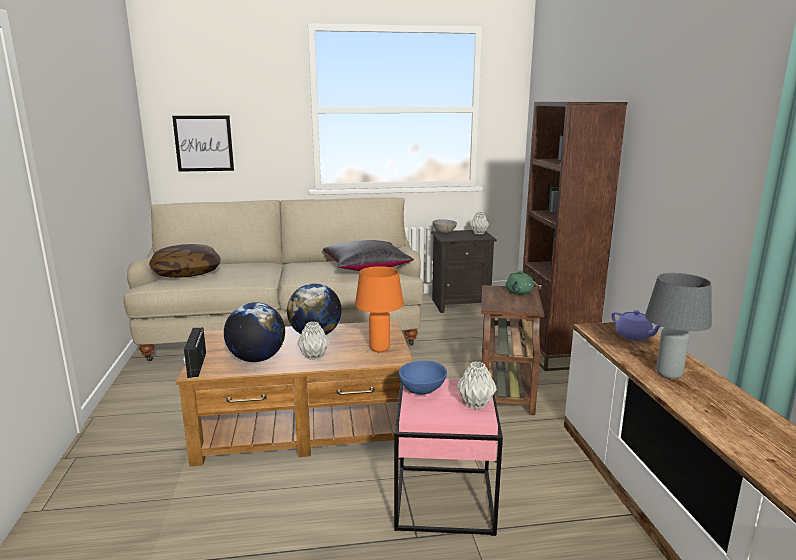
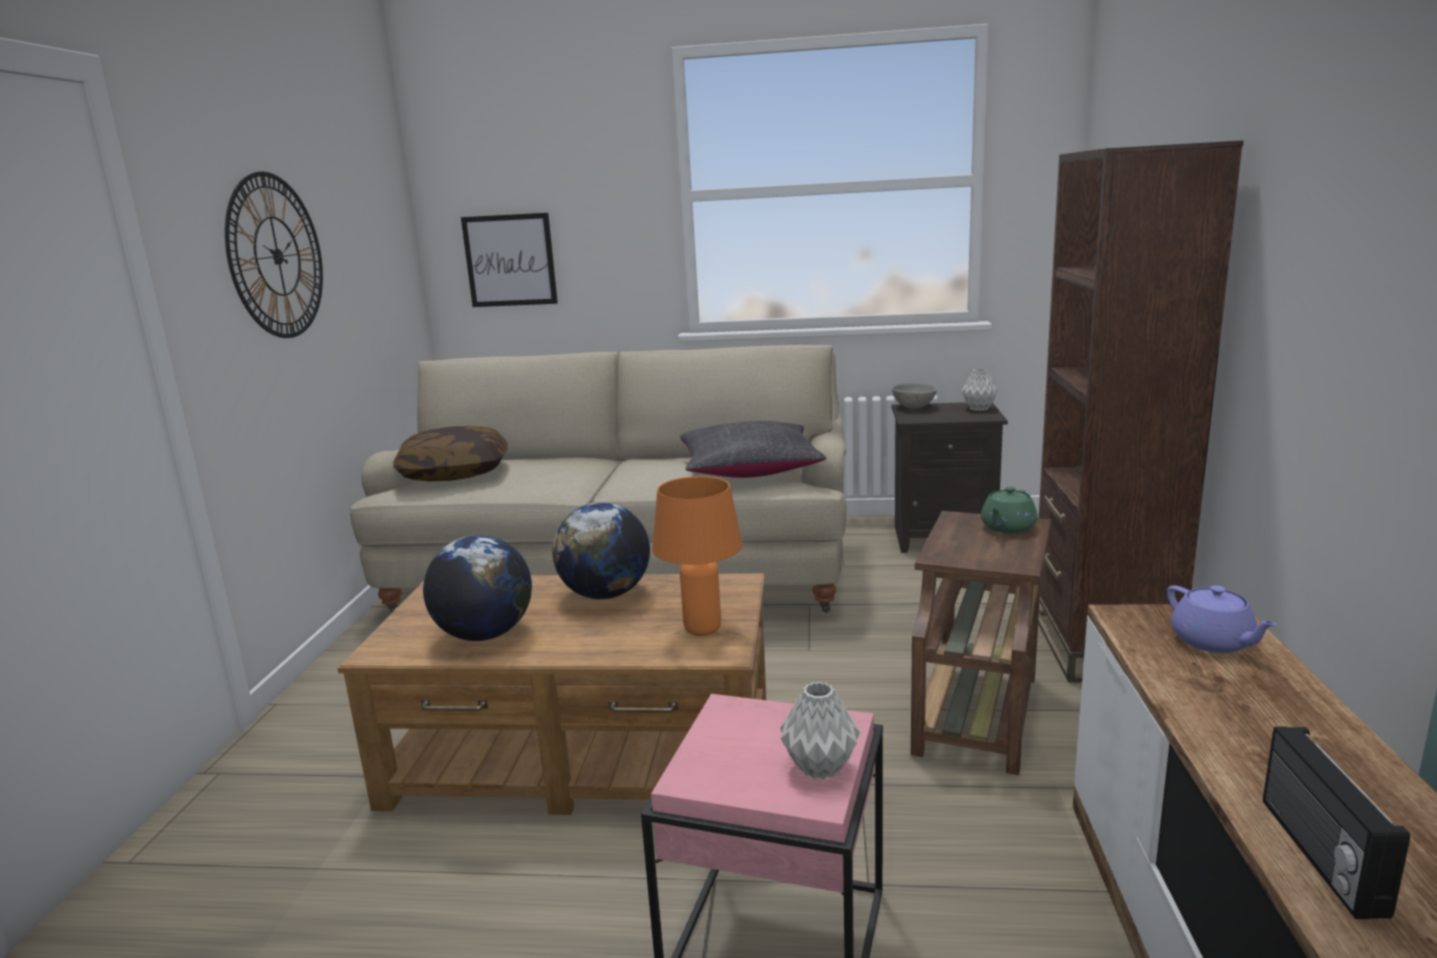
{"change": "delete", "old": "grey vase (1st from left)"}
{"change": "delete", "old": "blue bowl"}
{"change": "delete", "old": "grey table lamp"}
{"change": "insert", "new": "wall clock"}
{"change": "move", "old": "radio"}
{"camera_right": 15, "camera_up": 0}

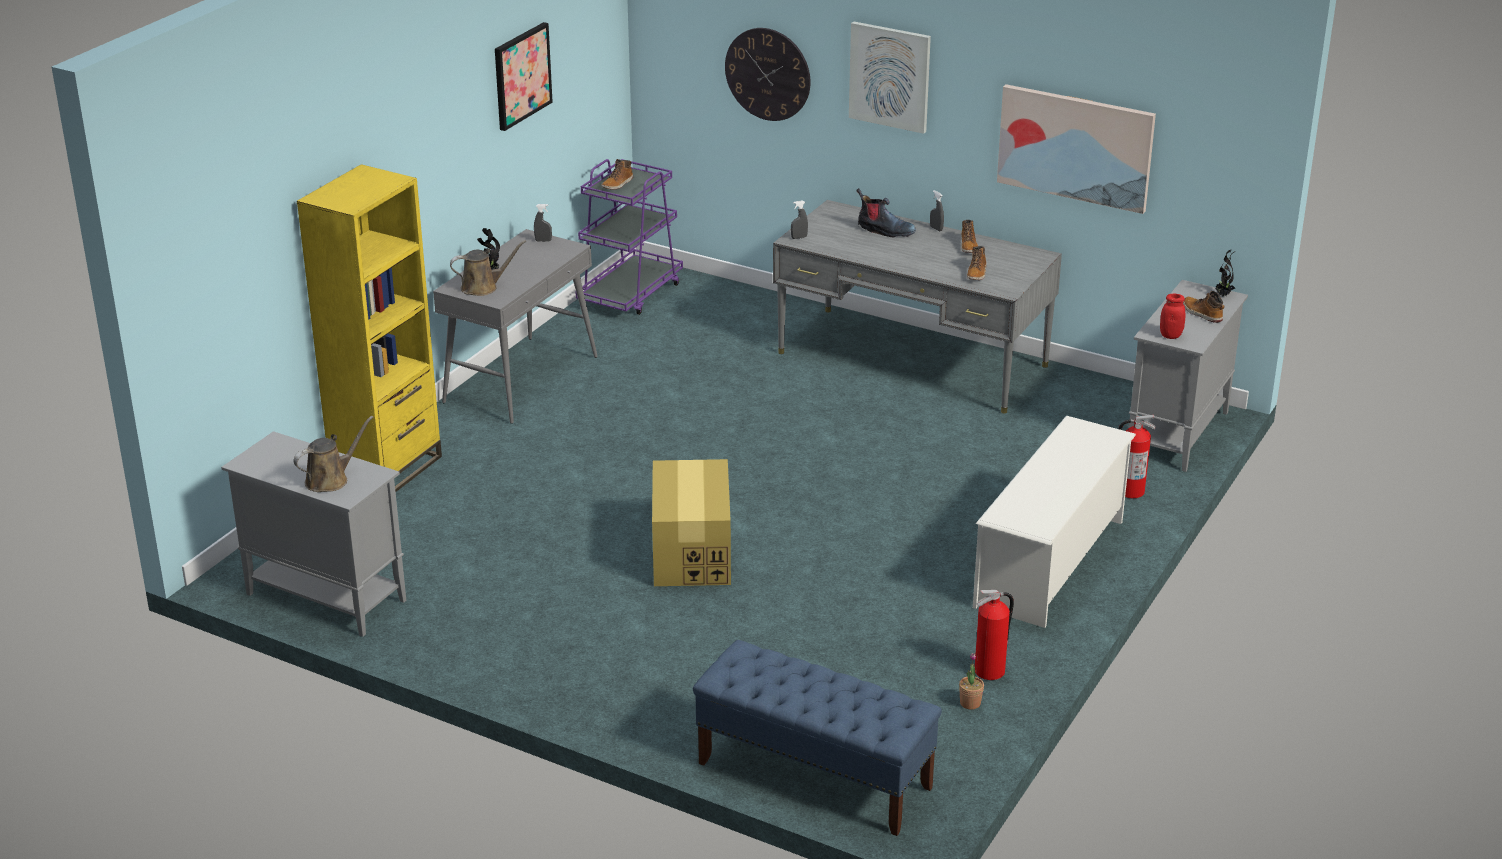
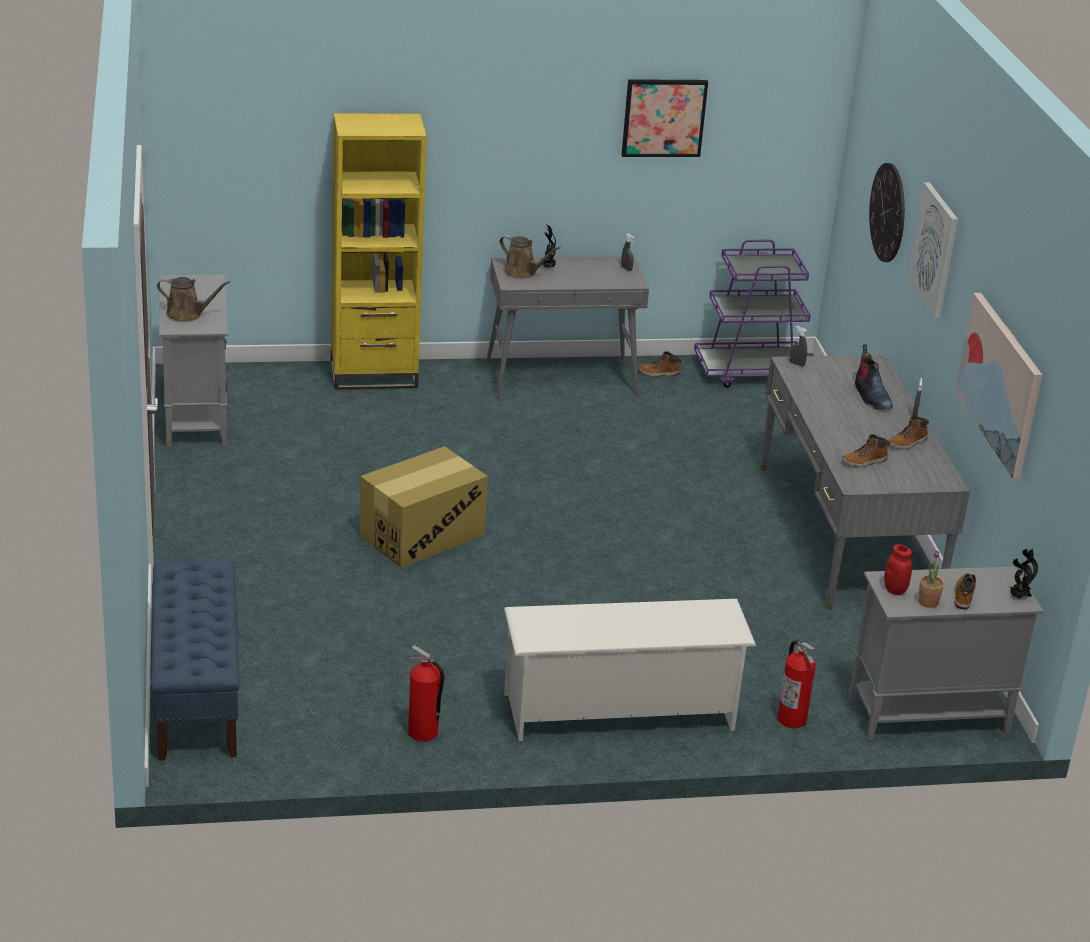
{"change": "move", "old": "boot (1st from left)"}
{"change": "move", "old": "potted plant (2nd from left)"}
{"camera_right": 50, "camera_up": 0}

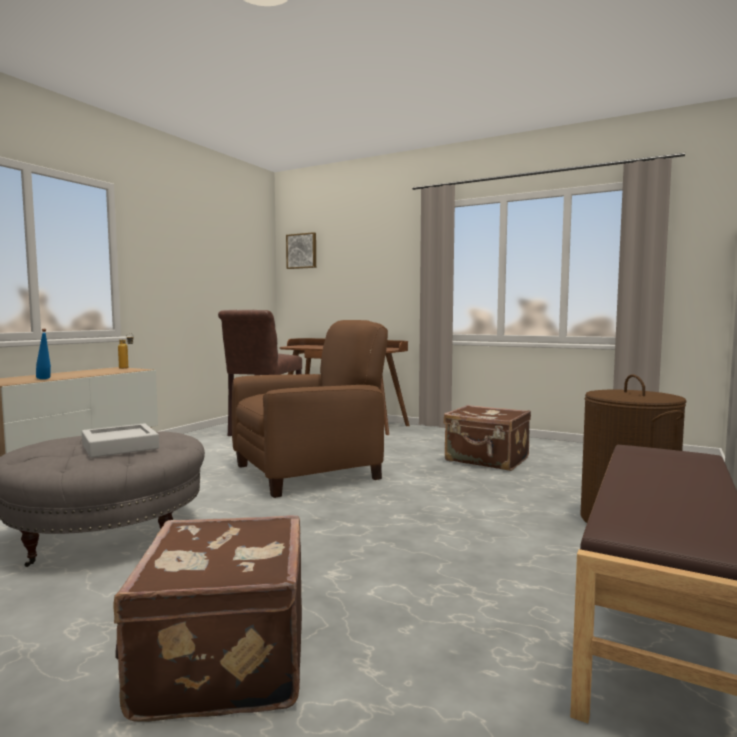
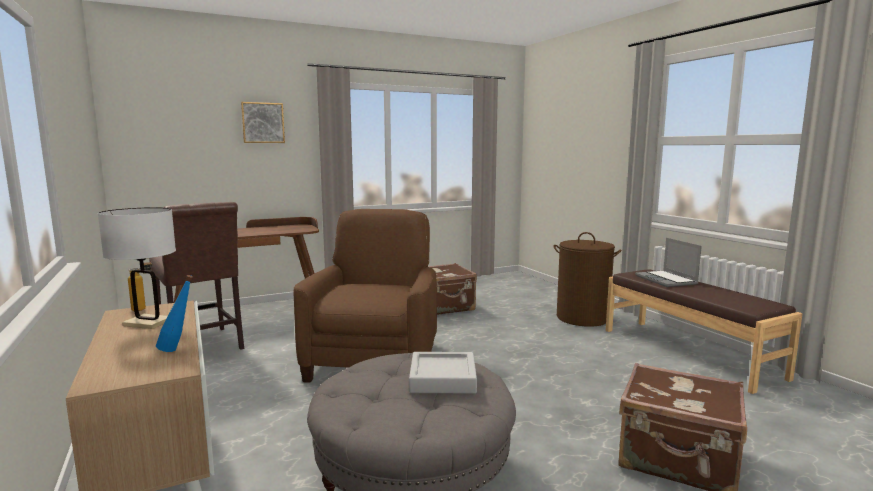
{"change": "insert", "new": "white table lamp"}
{"change": "insert", "new": "laptop"}
{"change": "move", "old": "picture"}
{"camera_right": -55, "camera_up": 5}

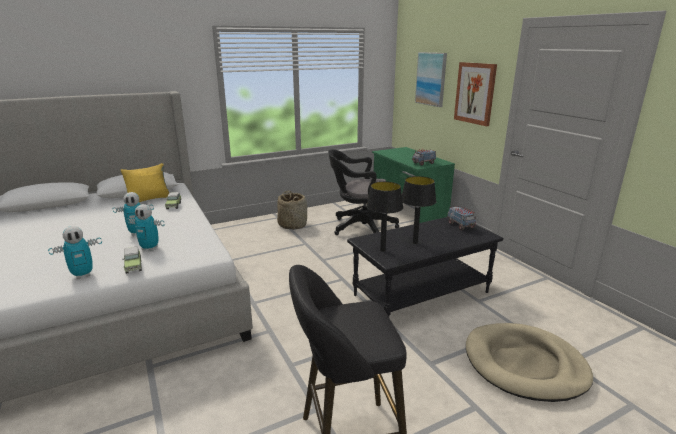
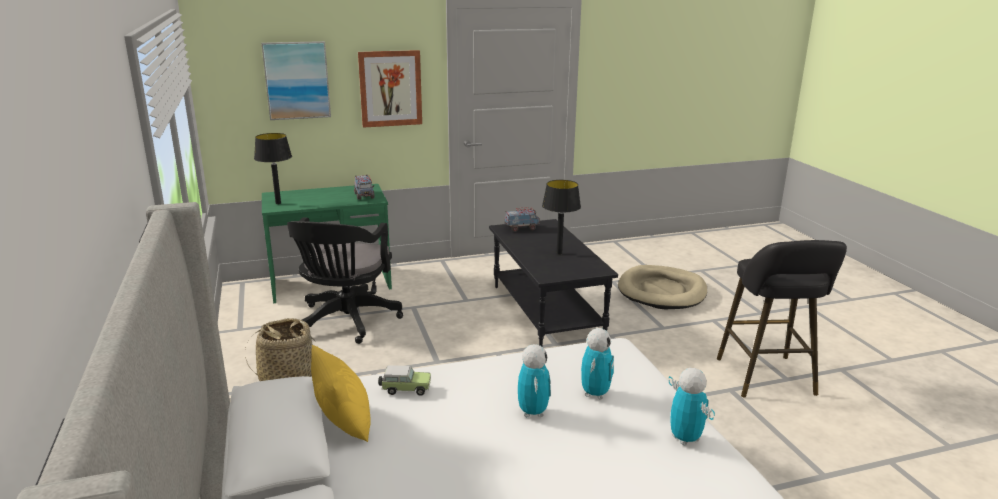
{"change": "delete", "old": "toy car (1st from left)"}
{"change": "move", "old": "black table lamp (1st from left)"}
{"camera_right": -80, "camera_up": 0}

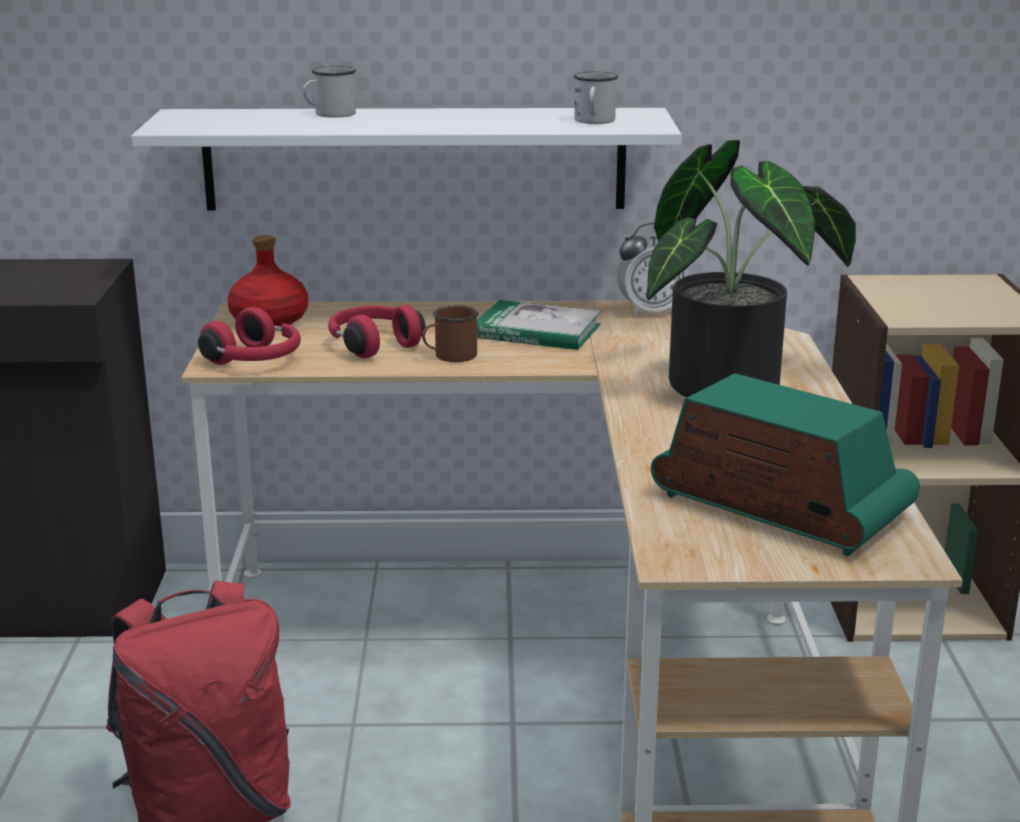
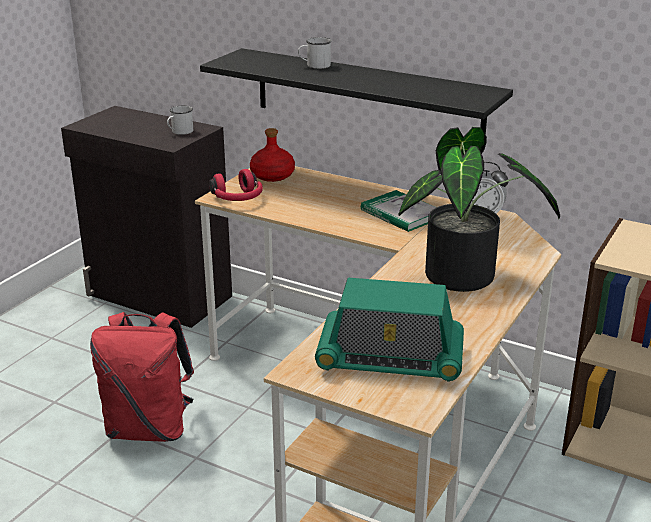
{"change": "delete", "old": "red headphones (2nd from left)"}
{"change": "delete", "old": "brown mug"}
{"change": "move", "old": "white mug (2nd from left in the first image)", "new": "white mug (1st from left)"}
{"change": "recolor", "old": "white shelf", "new": "black shelf"}
{"change": "rotate", "old": "radio", "degrees": 120}
{"camera_right": 30, "camera_up": 5}

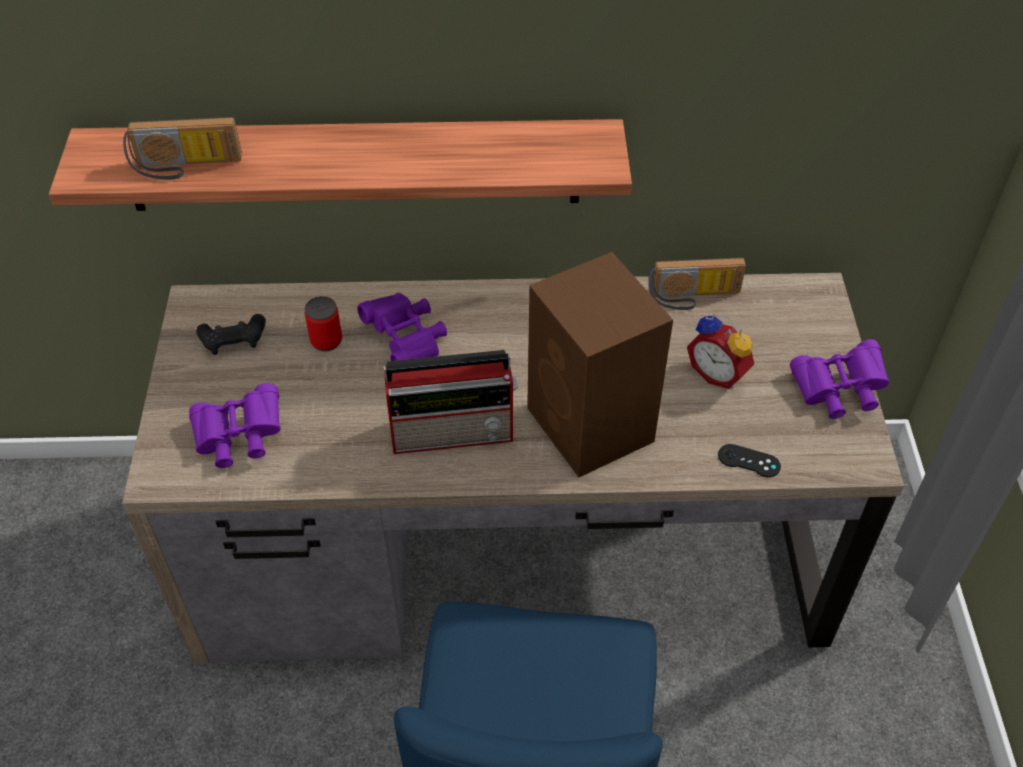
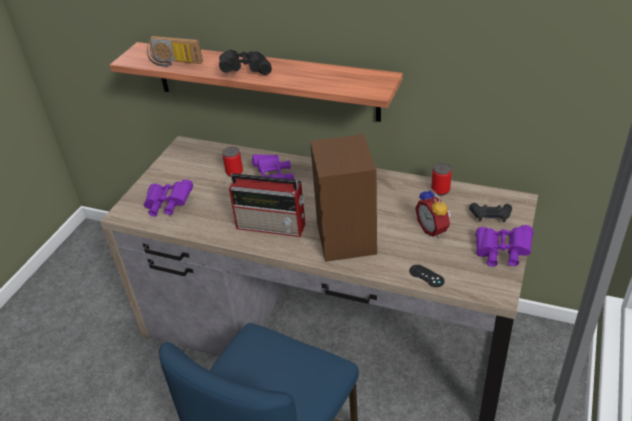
{"change": "insert", "new": "black binoculars"}
{"change": "move", "old": "black game controller (1st from left in the first image)", "new": "black game controller (2nd from left)"}
{"change": "replace", "old": "radio (3rd from left)", "new": "can (2nd from left)"}
{"camera_right": 25, "camera_up": -10}

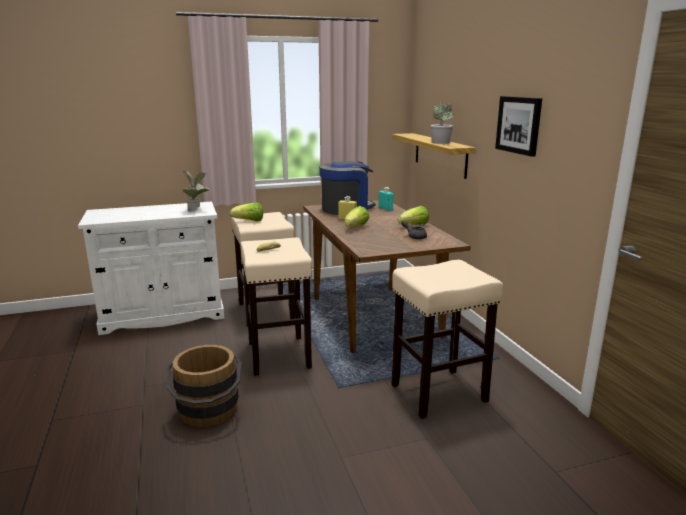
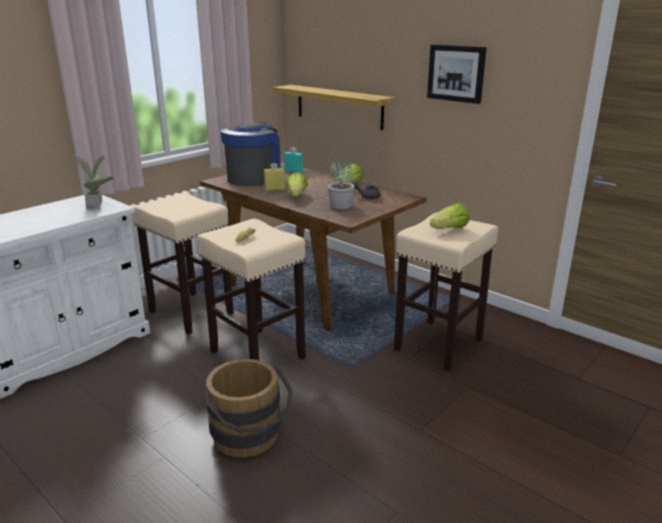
{"change": "move", "old": "lettuce (1st from left in the first image)", "new": "lettuce (3rd from left)"}
{"change": "move", "old": "potted plant (2nd from left)"}
{"camera_right": -30, "camera_up": 5}

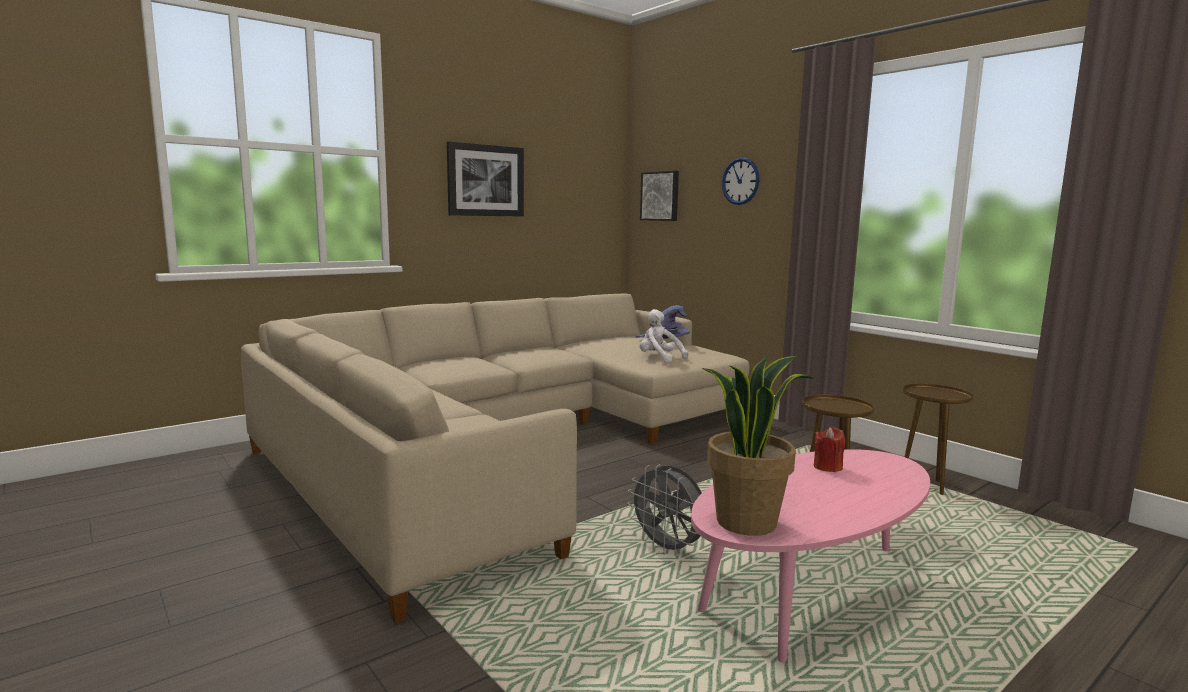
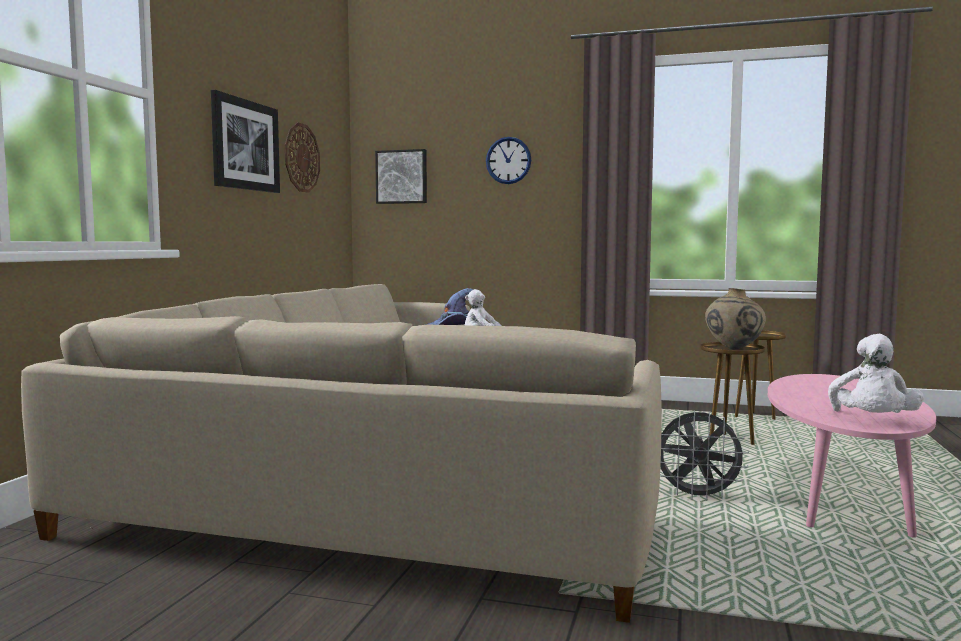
{"change": "delete", "old": "red candle"}
{"change": "insert", "new": "wall clock (1st from left)"}
{"change": "insert", "new": "beige vase"}
{"change": "replace", "old": "potted plant", "new": "white plush toy (2nd from left)"}
{"camera_right": -35, "camera_up": -5}

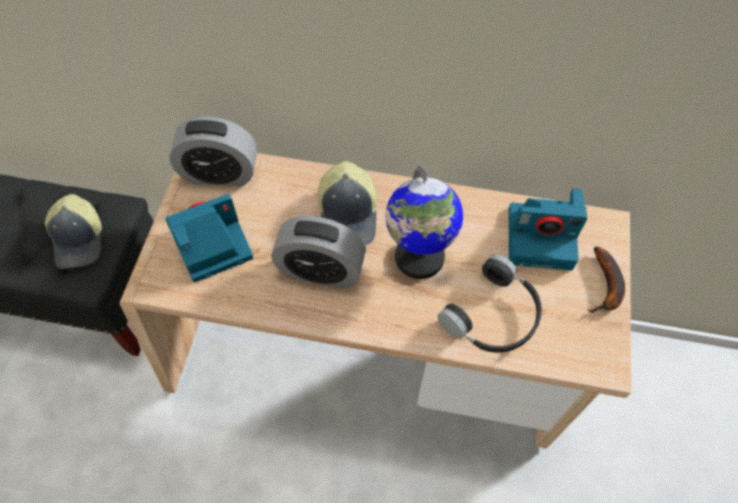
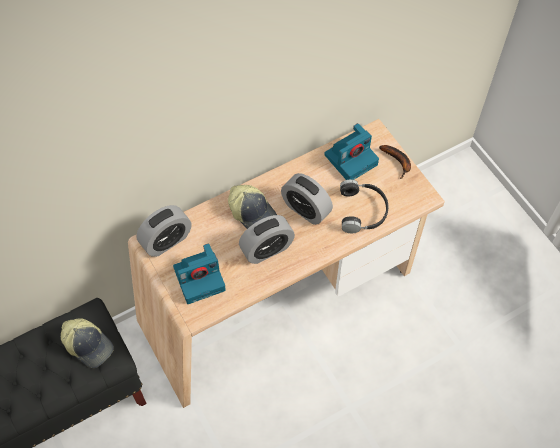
{"change": "replace", "old": "globe", "new": "alarm clock (3rd from left)"}
{"change": "rotate", "old": "photo camera (1st from left)", "degrees": -135}
{"camera_right": -40, "camera_up": 0}

